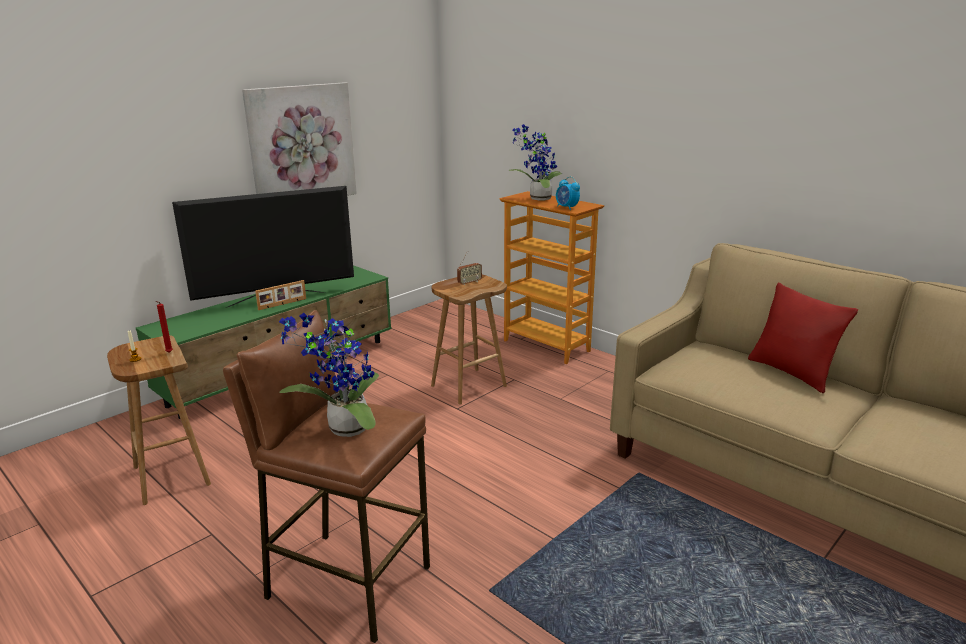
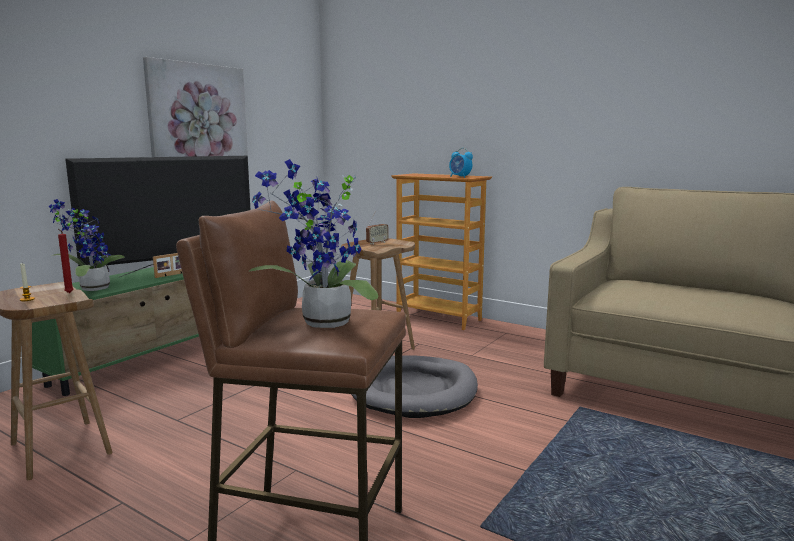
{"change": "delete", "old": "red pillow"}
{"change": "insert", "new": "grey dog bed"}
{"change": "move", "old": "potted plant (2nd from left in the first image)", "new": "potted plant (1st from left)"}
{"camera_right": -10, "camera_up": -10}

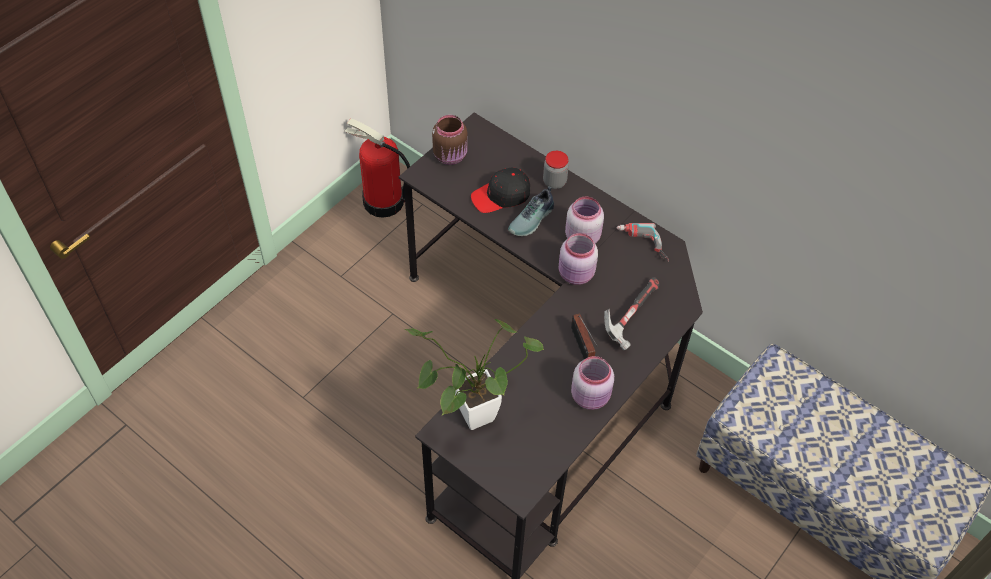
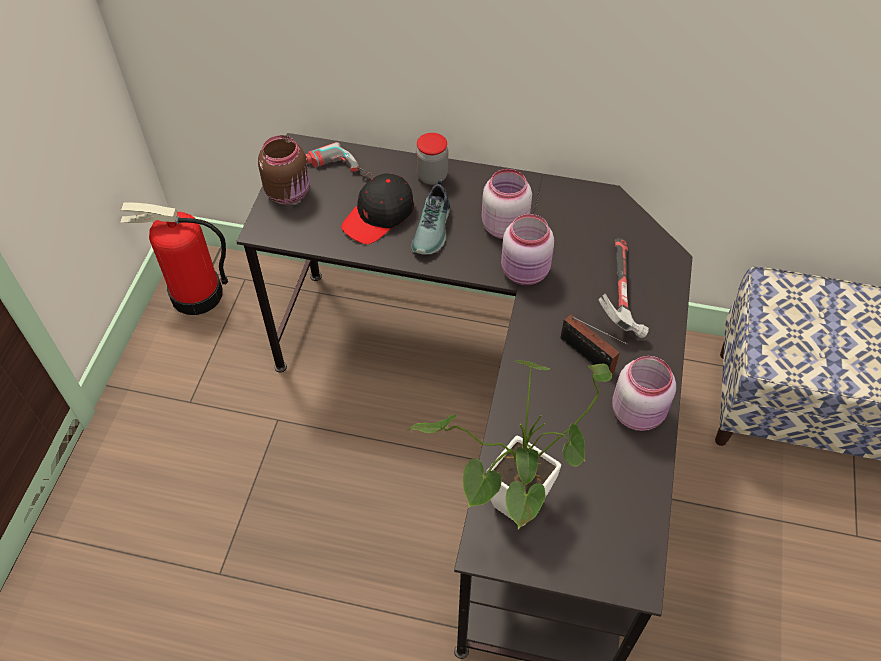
{"change": "move", "old": "power drill"}
{"camera_right": -25, "camera_up": 0}

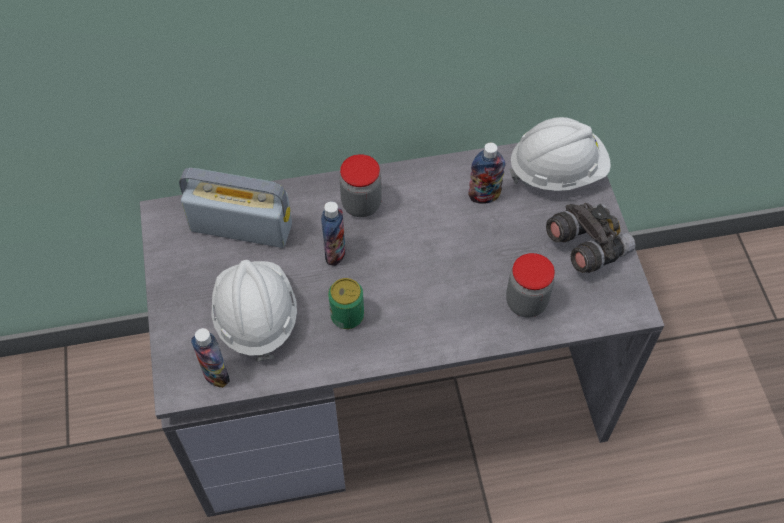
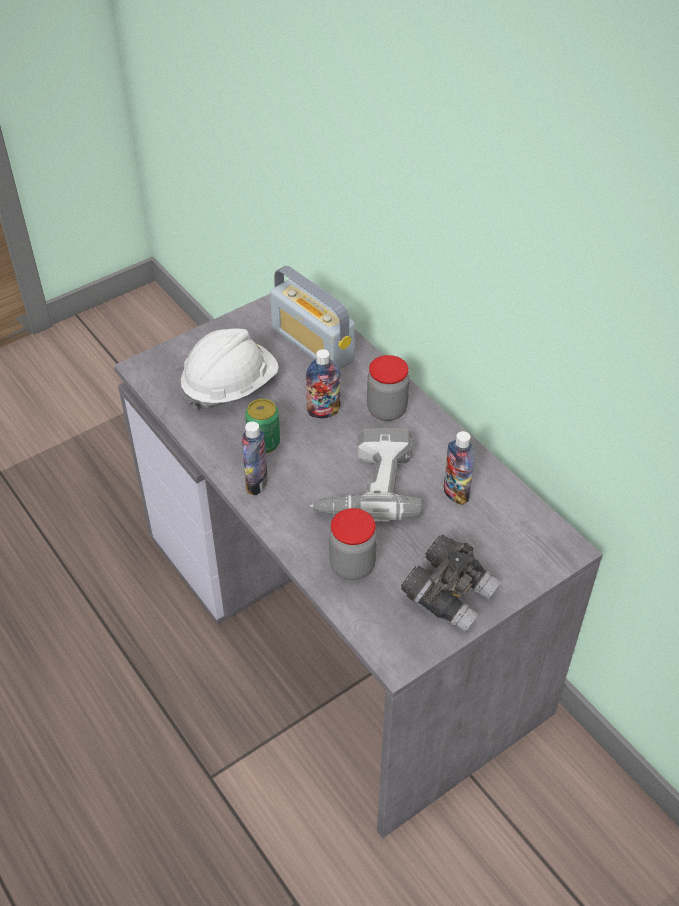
{"change": "delete", "old": "white hard hat (2nd from left)"}
{"change": "insert", "new": "power drill"}
{"change": "move", "old": "bottle (1st from left)"}
{"change": "rotate", "old": "radio", "degrees": 150}
{"camera_right": 65, "camera_up": -10}

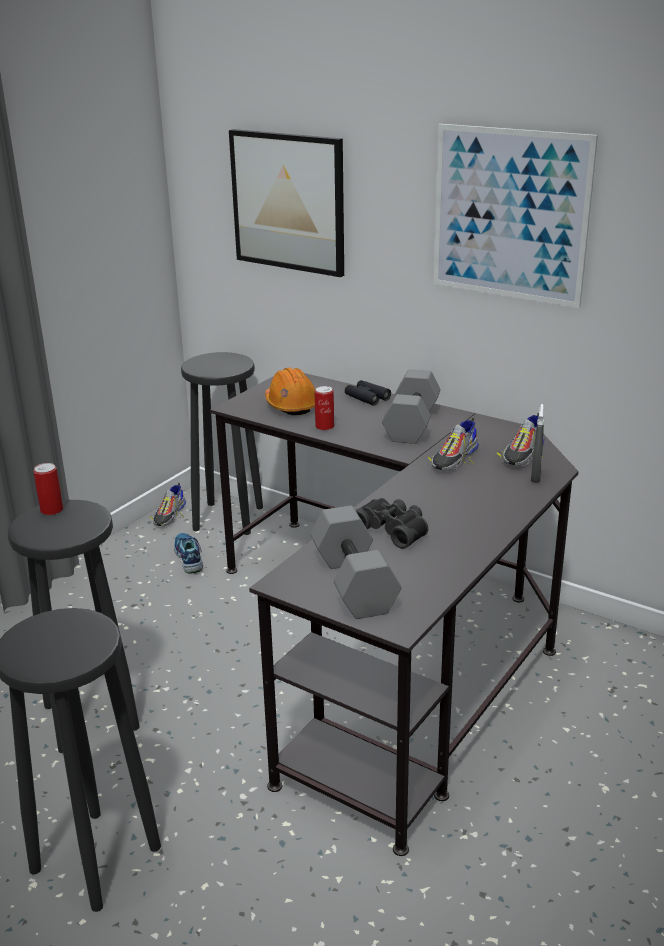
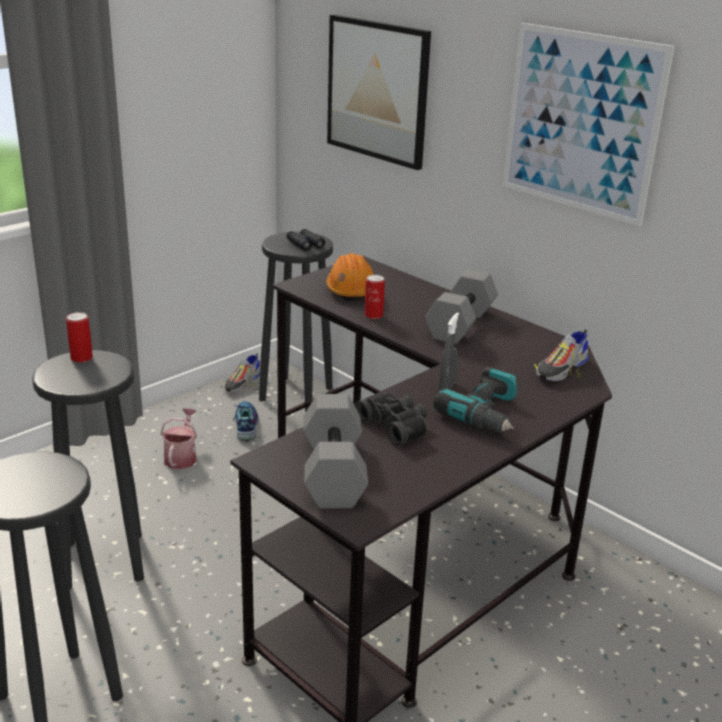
{"change": "delete", "old": "shoe (3rd from left)"}
{"change": "insert", "new": "watering can"}
{"change": "insert", "new": "power drill"}
{"change": "move", "old": "black binoculars (1st from left)"}
{"change": "move", "old": "grey spray bottle"}
{"camera_right": 10, "camera_up": 0}

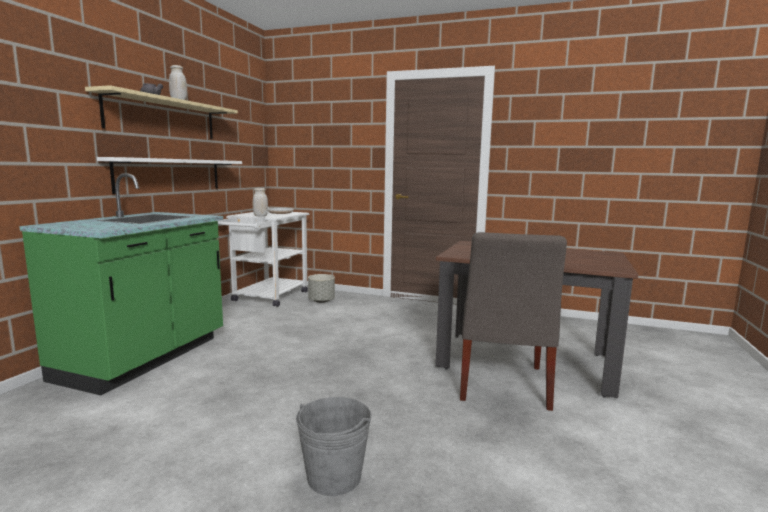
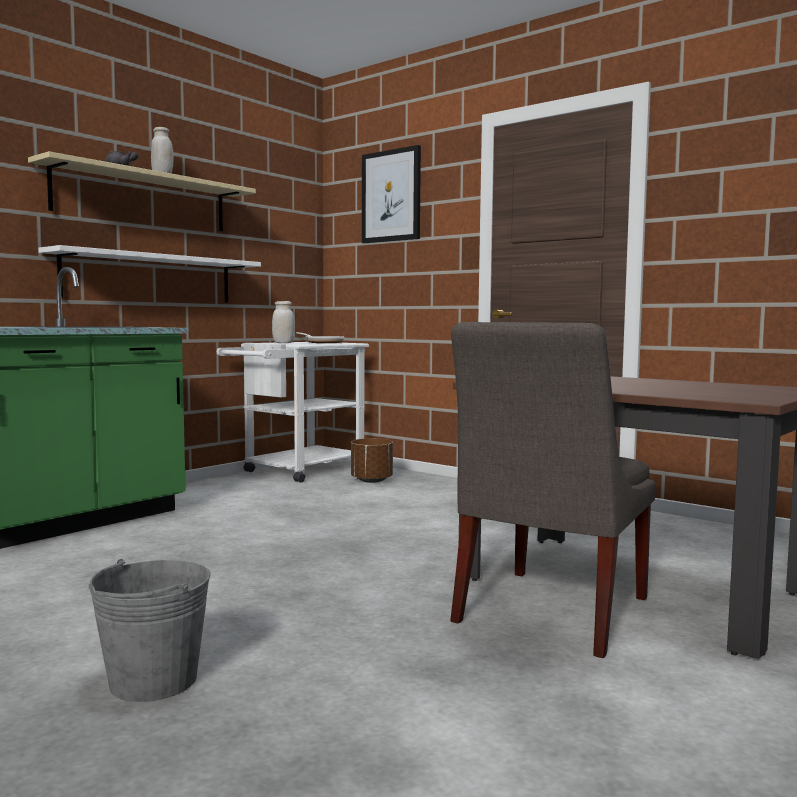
{"change": "insert", "new": "picture"}
{"change": "recolor", "old": "grey planter", "new": "brown planter"}
{"camera_right": 20, "camera_up": -5}

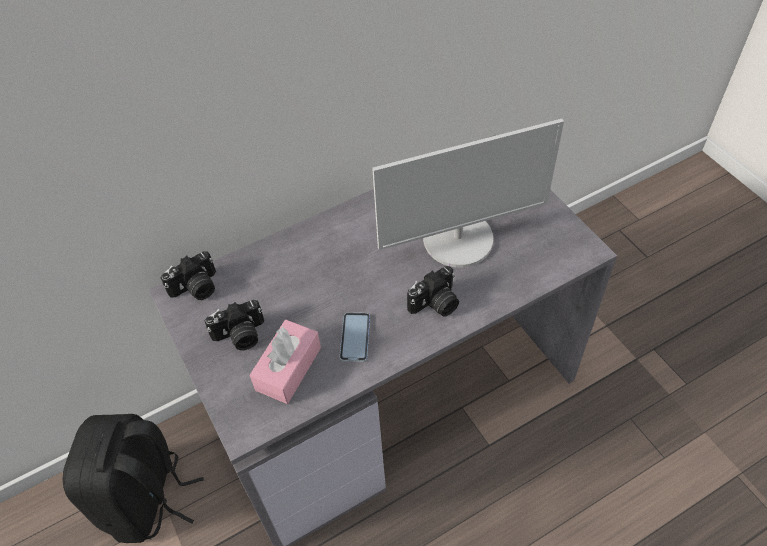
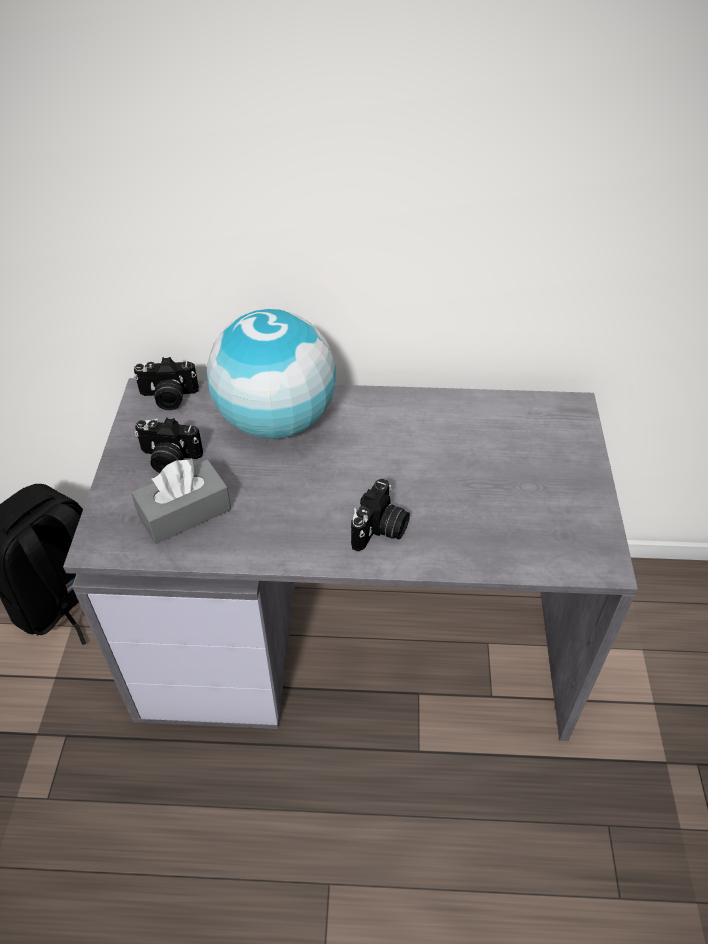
{"change": "delete", "old": "phone"}
{"change": "delete", "old": "monitor"}
{"change": "insert", "new": "globe"}
{"change": "recolor", "old": "pink tissue box", "new": "grey tissue box"}
{"change": "rotate", "old": "photo camera (3rd from left)", "degrees": -60}
{"camera_right": 30, "camera_up": -5}

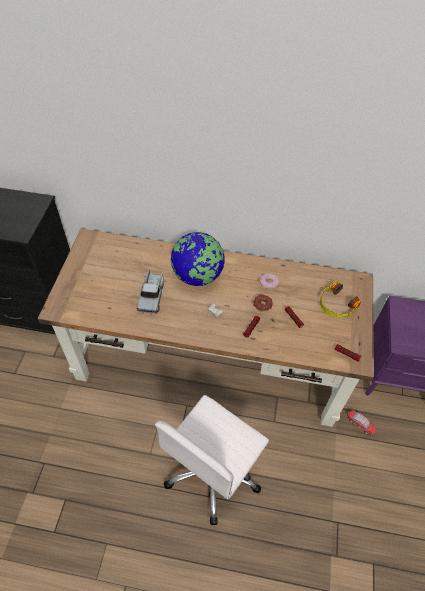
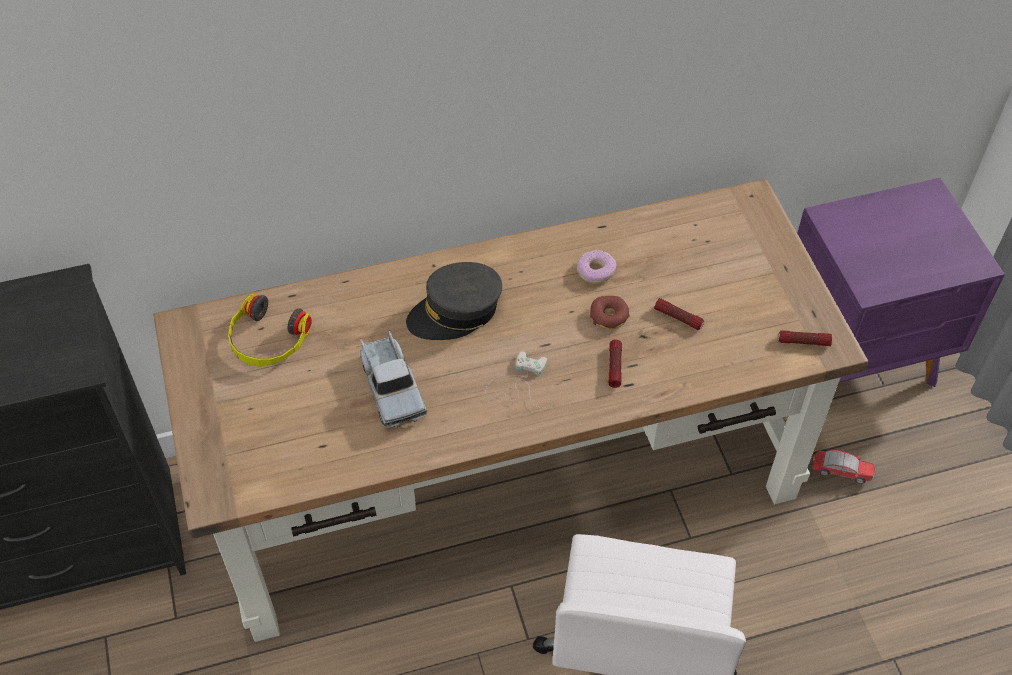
{"change": "move", "old": "headphones"}
{"change": "replace", "old": "globe", "new": "grey cap"}
{"camera_right": -25, "camera_up": 0}

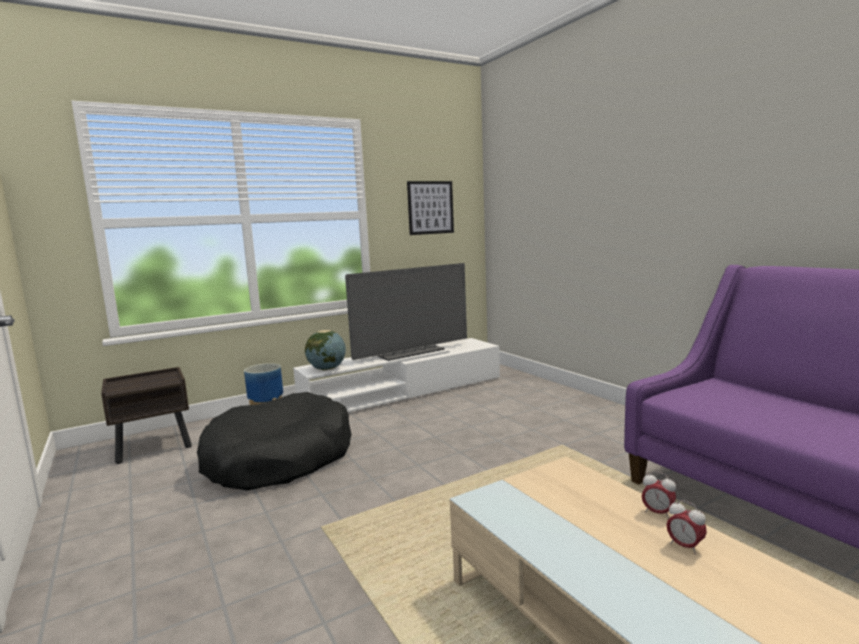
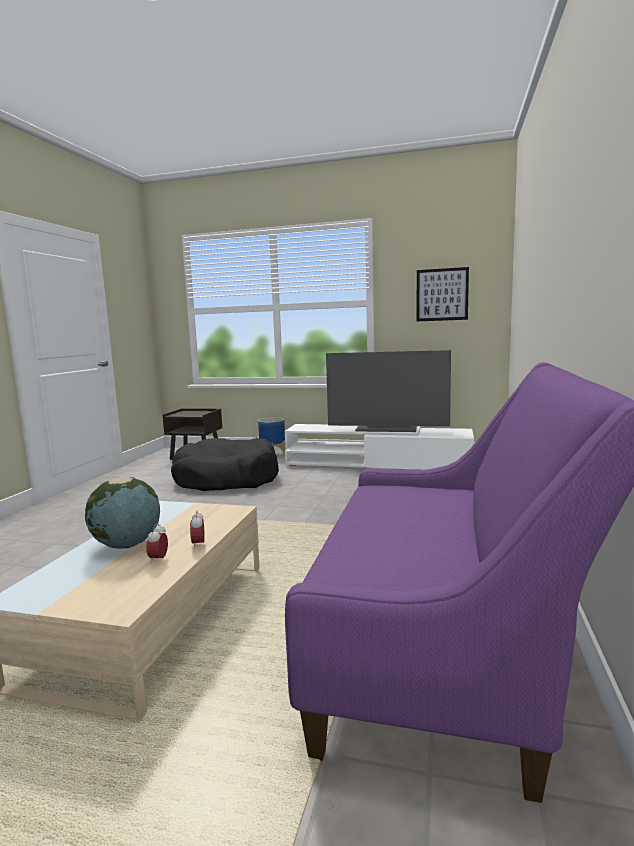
{"change": "move", "old": "globe"}
{"camera_right": 45, "camera_up": 0}

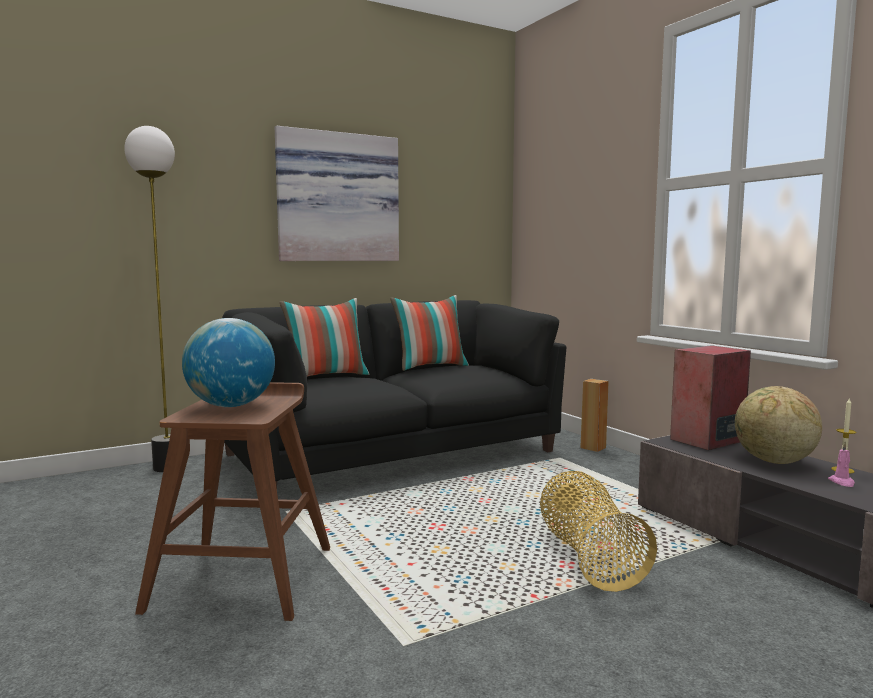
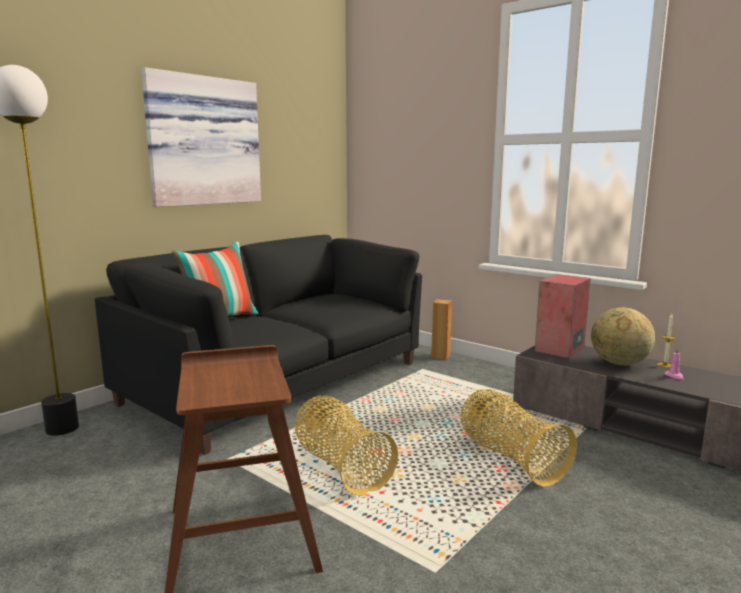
{"change": "delete", "old": "globe (1st from left)"}
{"change": "delete", "old": "pillow (2nd from left)"}
{"change": "insert", "new": "basket (1st from left)"}
{"camera_right": -20, "camera_up": 5}

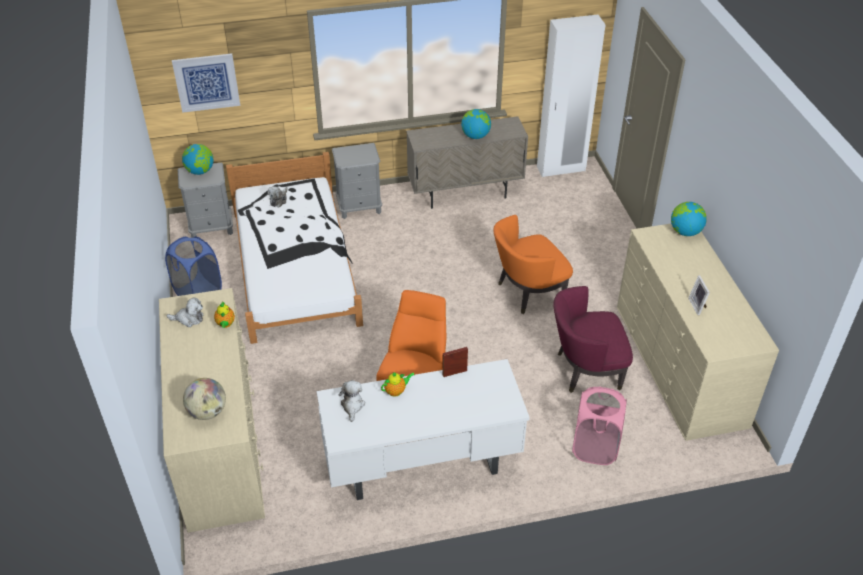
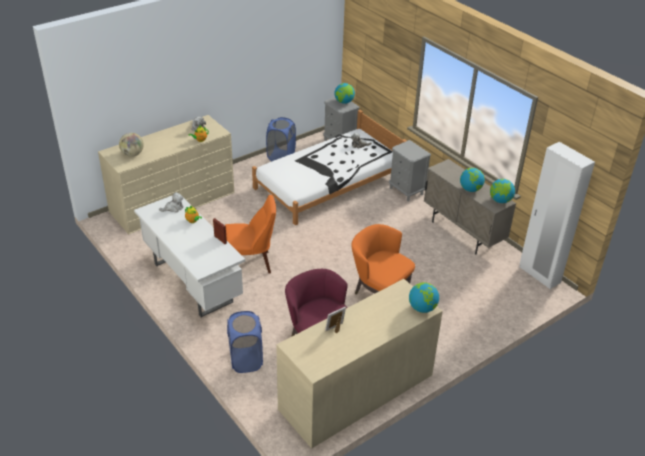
{"change": "delete", "old": "picture"}
{"change": "insert", "new": "globe (5th from left)"}
{"change": "recolor", "old": "pink laundry basket", "new": "blue laundry basket (1st from left)"}
{"camera_right": 65, "camera_up": -5}

